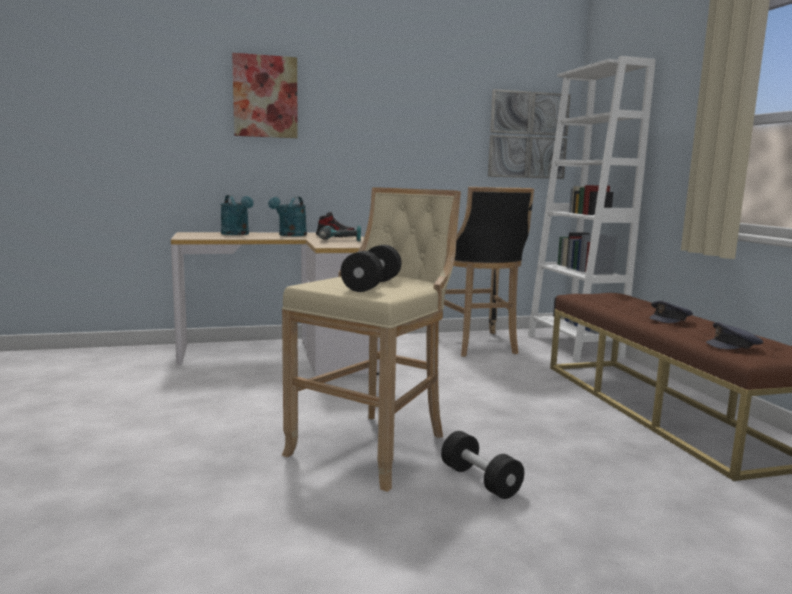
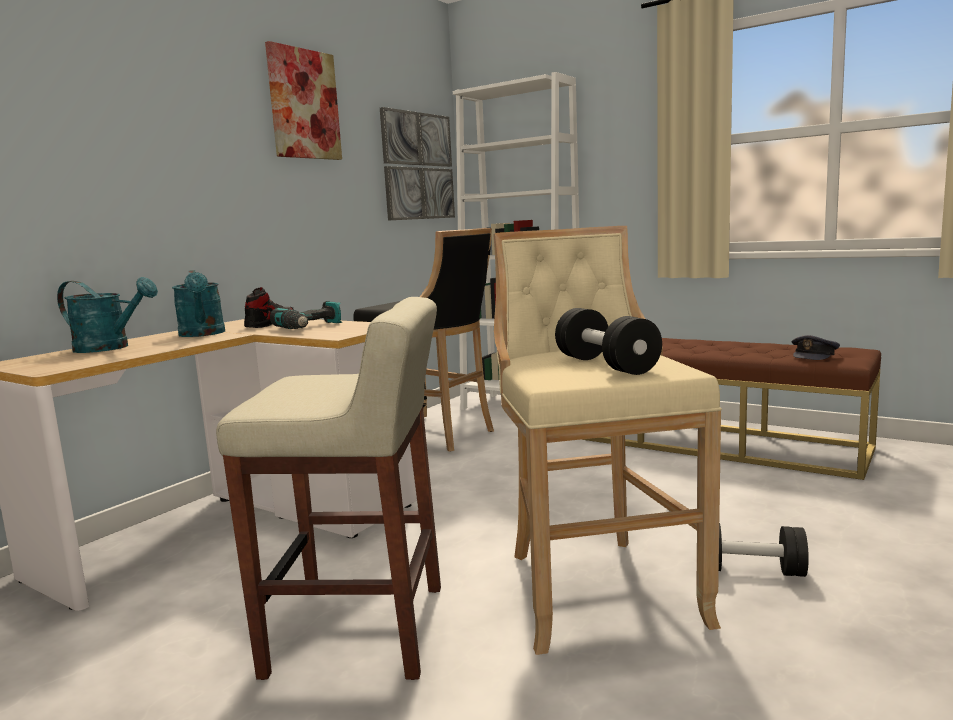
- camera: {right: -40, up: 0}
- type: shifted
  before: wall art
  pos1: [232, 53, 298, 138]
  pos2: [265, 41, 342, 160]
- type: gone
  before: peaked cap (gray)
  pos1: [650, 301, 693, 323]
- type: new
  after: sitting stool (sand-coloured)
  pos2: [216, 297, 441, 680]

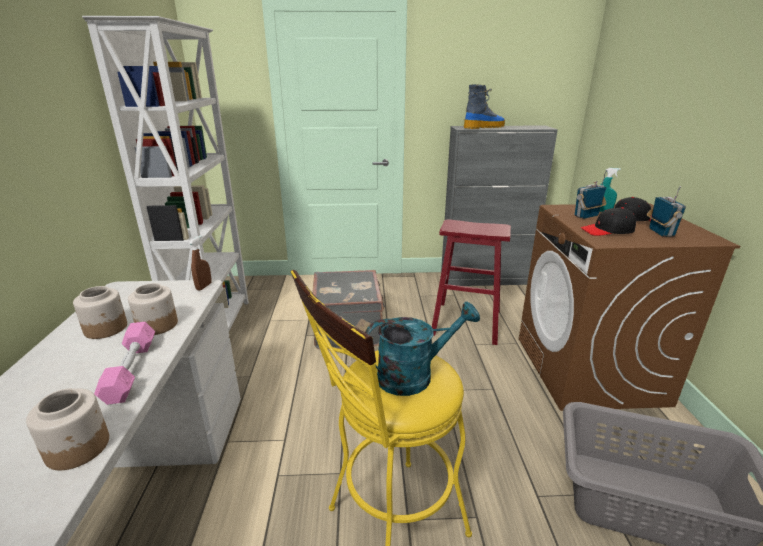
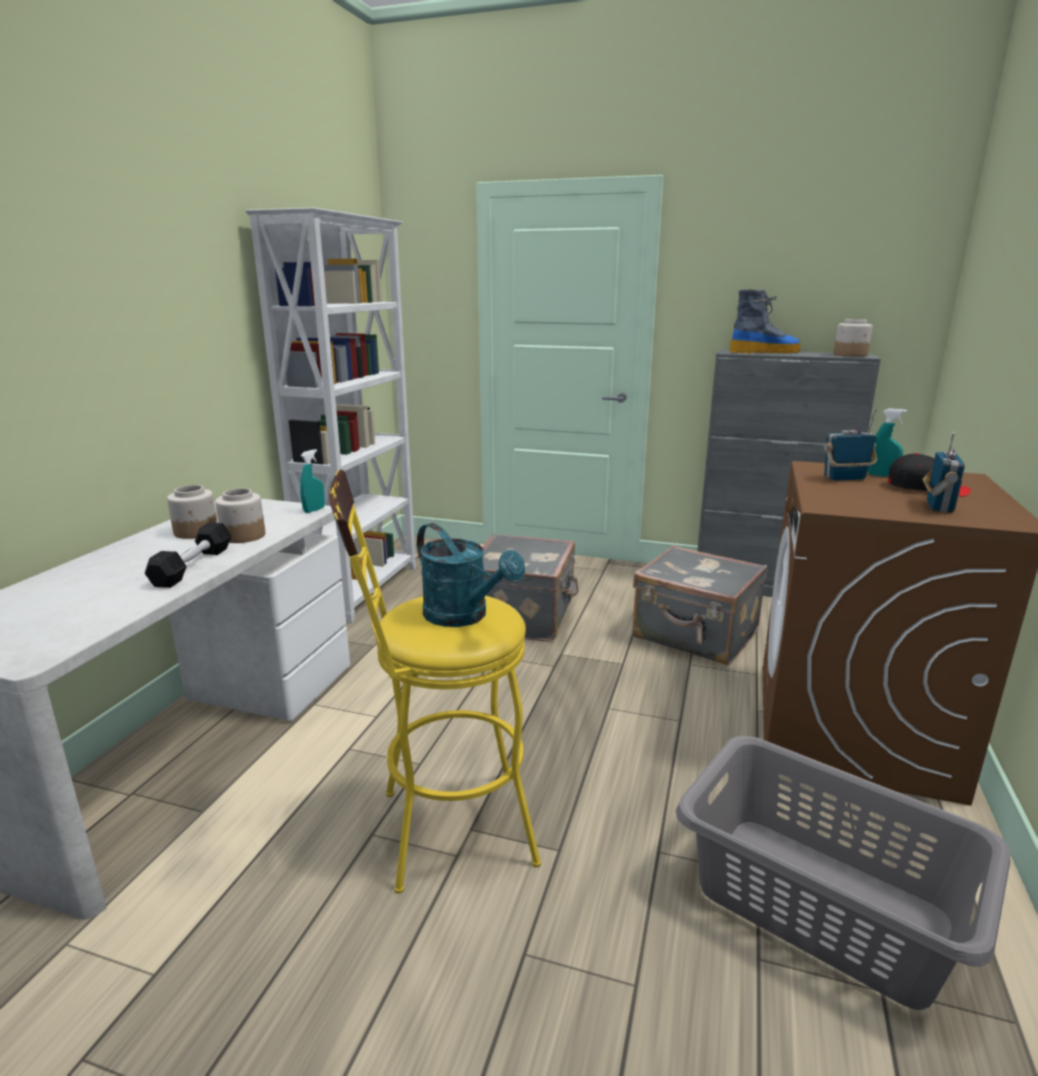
- camera: {right: 20, up: -5}
- type: gone
  before: peaked cap (black-coloured)
  pos1: [580, 207, 636, 236]
- type: swapped
  before: sitting stool (red)
  after: suitcase (gray)
  pos1: [432, 219, 511, 345]
  pos2: [633, 545, 767, 665]
- type: repainted
  before: hand sprayer (brown)
  after: hand sprayer (turquoise)
  pos1: [189, 236, 212, 291]
  pos2: [300, 449, 325, 513]
- type: rotated
  before: watering pot (turquoise)
  pos1: [365, 302, 480, 396]
  pos2: [417, 523, 525, 627]
  turn: 45
- type: repainted
  before: free weight (pink-coloured)
  after: free weight (black-coloured)
  pos1: [94, 322, 155, 405]
  pos2: [145, 522, 231, 588]
- type: shifted
  before: jar
  pos1: [26, 388, 109, 470]
  pos2: [834, 319, 872, 357]

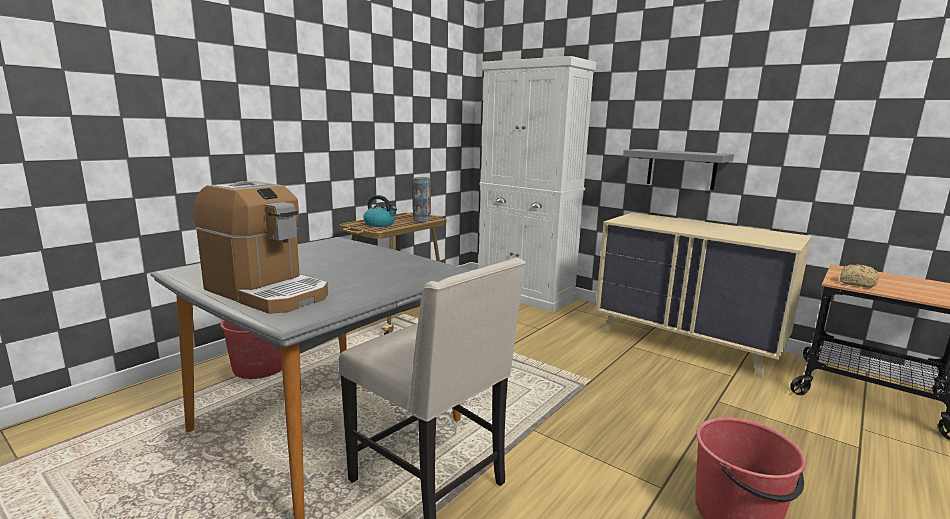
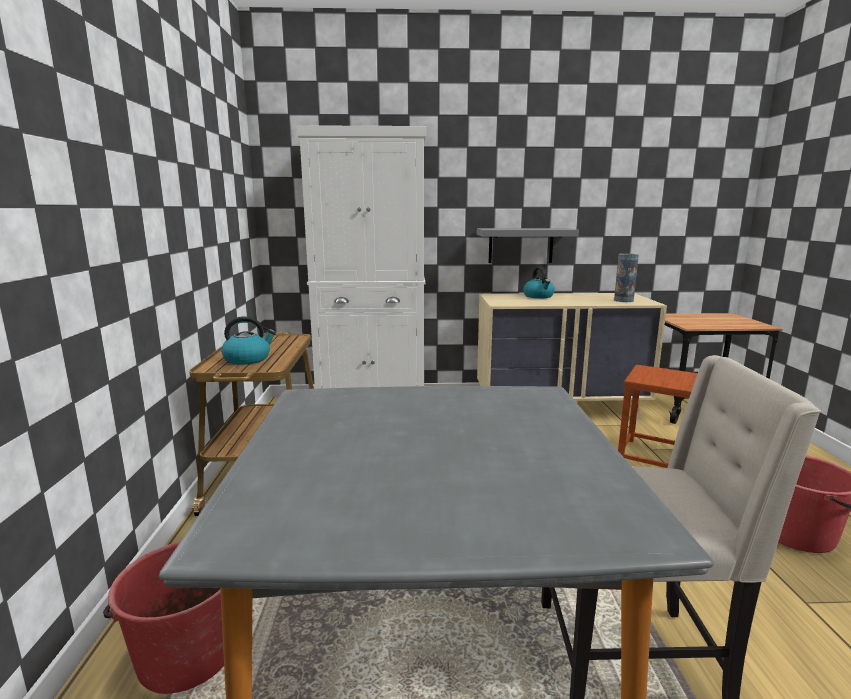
- camera: {right: -40, up: 0}
- type: shifted
  before: flower vase
  pos1: [413, 177, 430, 222]
  pos2: [614, 253, 639, 302]
- type: gone
  before: coffee machine
  pos1: [193, 181, 328, 314]
- type: gone
  before: baked bread
  pos1: [840, 264, 879, 288]
- type: new
  after: tea kettle
  pos2: [523, 267, 555, 298]
- type: new
  after: sitting stool (brown)
  pos2: [618, 365, 698, 468]

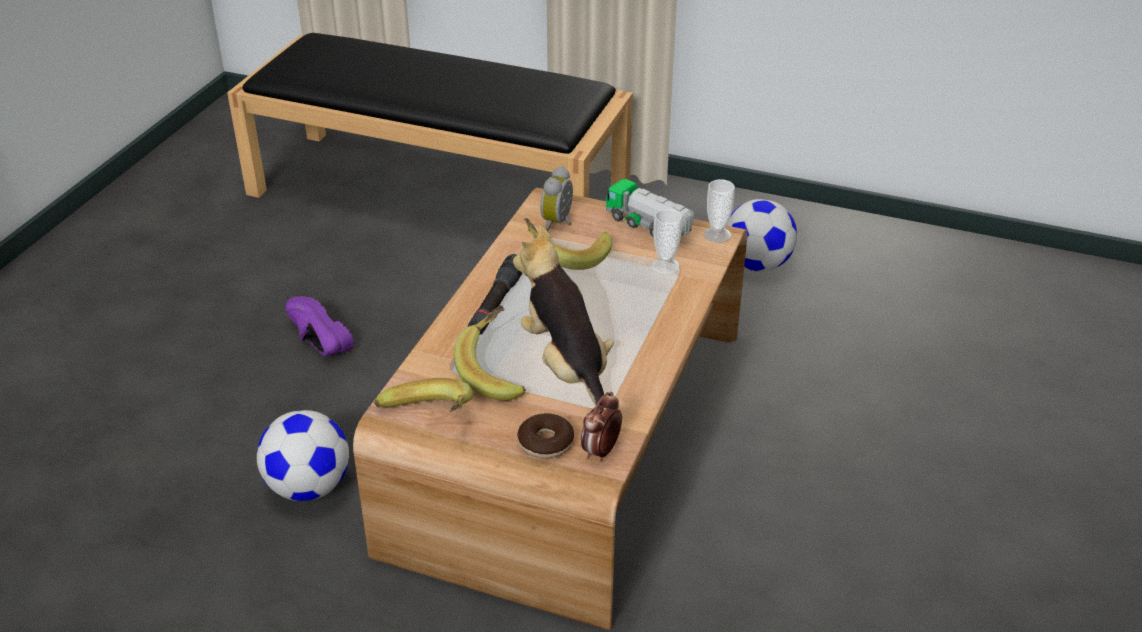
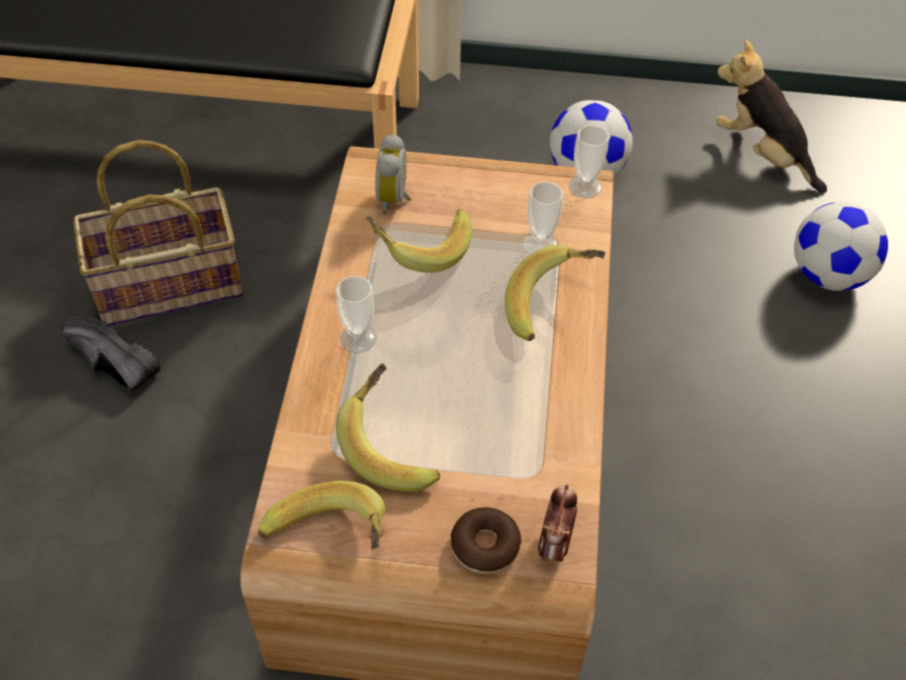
- camera: {right: -15, up: 15}
- type: gone
  before: toy lorry
  pos1: [606, 179, 695, 238]
- type: shifted
  before: cuddly toy
  pos1: [513, 225, 614, 405]
  pos2: [716, 39, 827, 193]
- type: swapped
  before: flashlight (black-coloured)
  after: drinking cup
  pos1: [468, 254, 522, 335]
  pos2: [336, 276, 377, 353]
- type: repainted
  before: item of footwear (purplish)
  after: item of footwear (black-coloured)
  pos1: [285, 296, 354, 356]
  pos2: [62, 316, 161, 392]
- type: shifted
  before: ball for football
  pos1: [257, 410, 349, 501]
  pos2: [794, 201, 888, 291]
- type: new
  after: storage basket
  pos2: [73, 140, 243, 326]
- type: new
  after: banana fruit
  pos2: [505, 245, 605, 341]

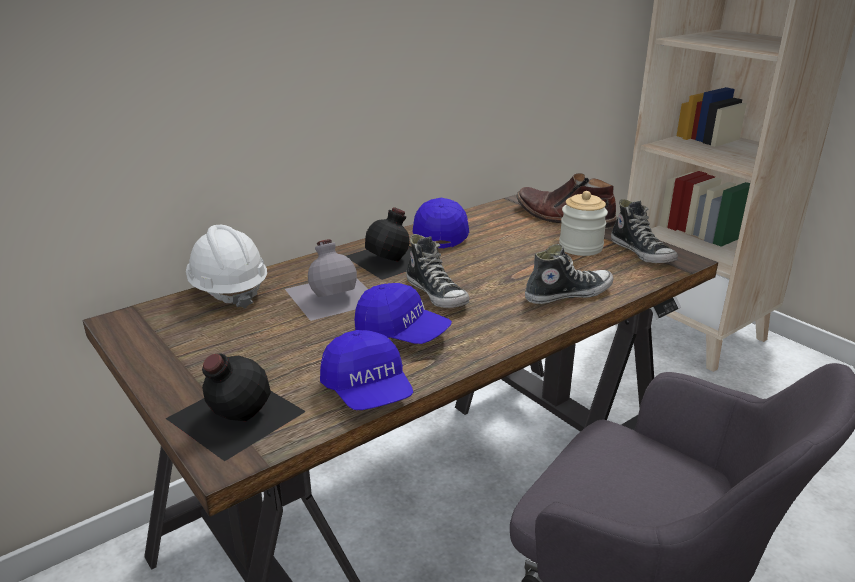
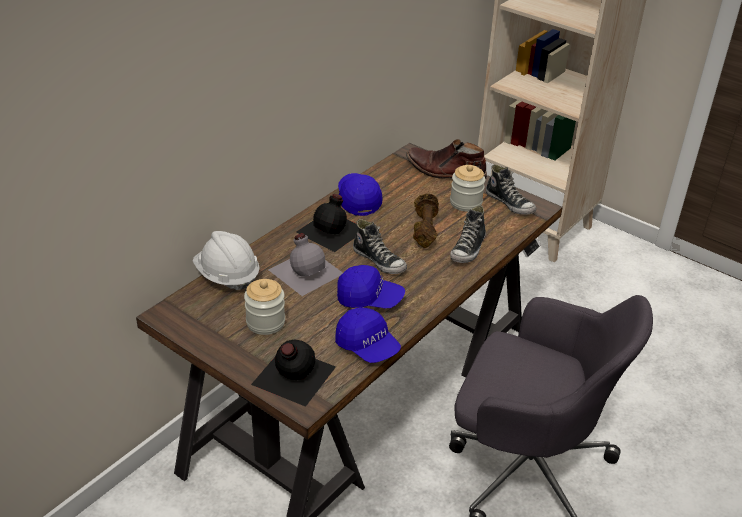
- camera: {right: -15, up: 10}
- type: rotated
  before: item of footwear
  pos1: [525, 244, 614, 304]
  pos2: [450, 205, 486, 263]
  turn: 150
- type: new
  after: free weight (brown)
  pos2: [413, 194, 439, 248]
- type: new
  after: jar
  pos2: [244, 279, 285, 335]

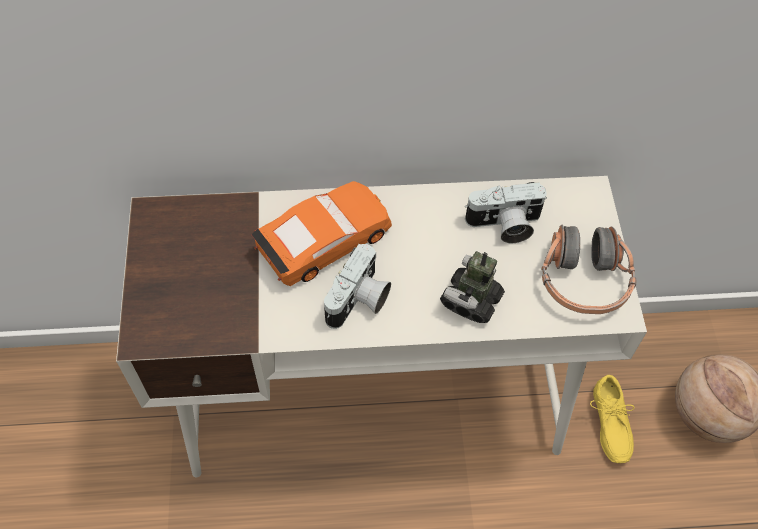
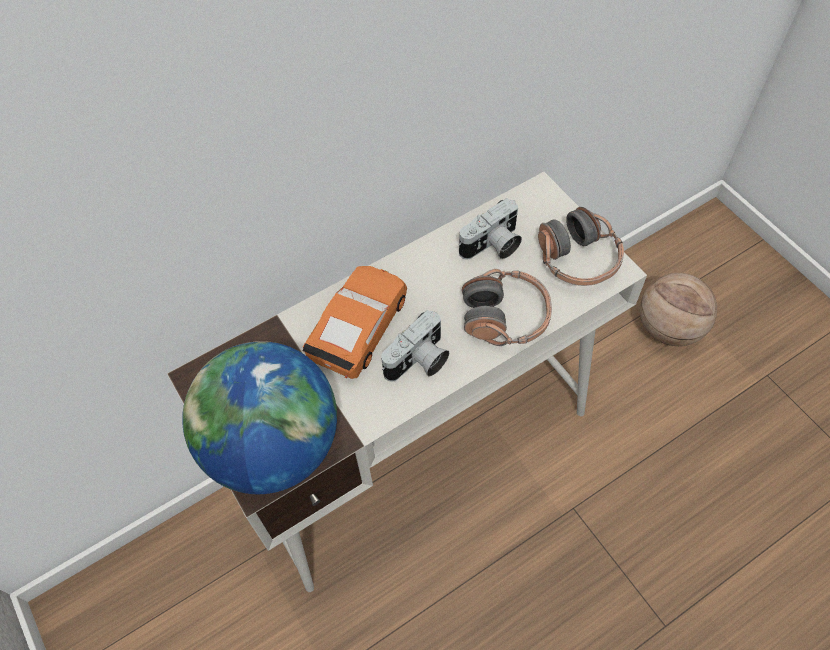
- camera: {right: -25, up: 0}
- type: rotated
  before: photo camera
  pos1: [324, 244, 391, 329]
  pos2: [381, 310, 449, 381]
  turn: 45
- type: swapped
  before: robot figure
  after: headphones
  pos1: [440, 251, 505, 323]
  pos2: [462, 269, 552, 346]
- type: gone
  before: item of footwear (yellow-coloured)
  pos1: [590, 375, 635, 464]
- type: new
  after: world globe
  pos2: [182, 341, 337, 494]

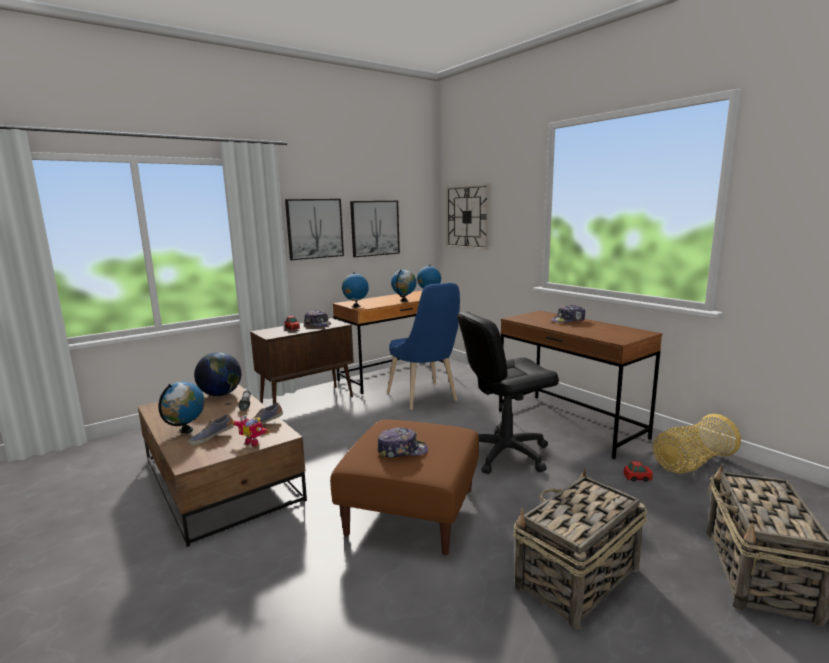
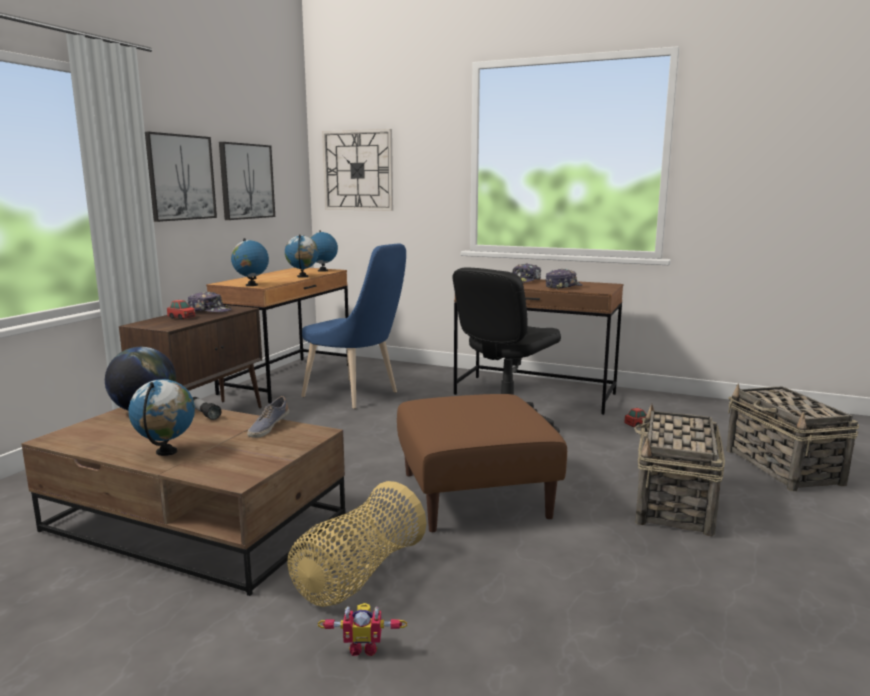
- camera: {right: -30, up: 0}
- type: gone
  before: item of footwear
  pos1: [188, 414, 234, 445]
- type: shifted
  before: storage basket
  pos1: [653, 414, 741, 473]
  pos2: [287, 481, 427, 607]
- type: shifted
  before: robot figure
  pos1: [232, 415, 269, 446]
  pos2: [317, 603, 407, 656]
- type: shifted
  before: peaked cap
  pos1: [377, 428, 428, 458]
  pos2: [546, 269, 582, 290]

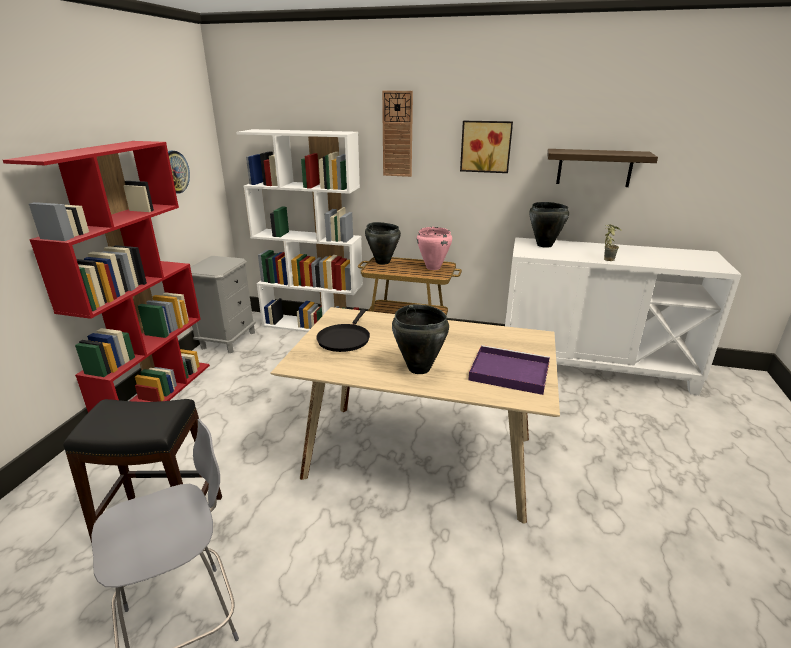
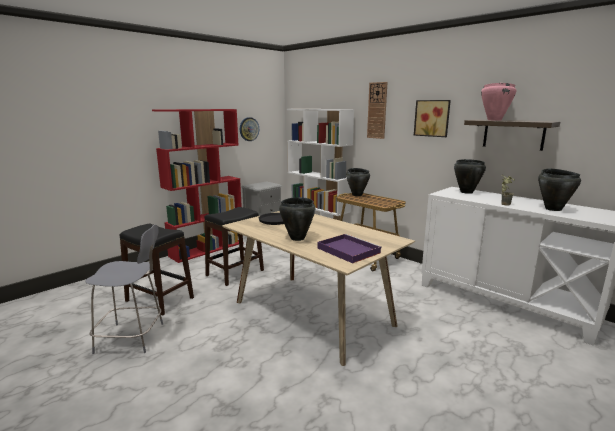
- camera: {right: 30, up: -10}
- type: shifted
  before: stockpot (pink-coloured)
  pos1: [417, 227, 452, 270]
  pos2: [481, 83, 516, 120]
- type: new
  after: stockpot (black-coloured)
  pos2: [538, 169, 581, 211]
- type: new
  after: sitting stool (black-coloured)
  pos2: [204, 207, 264, 286]

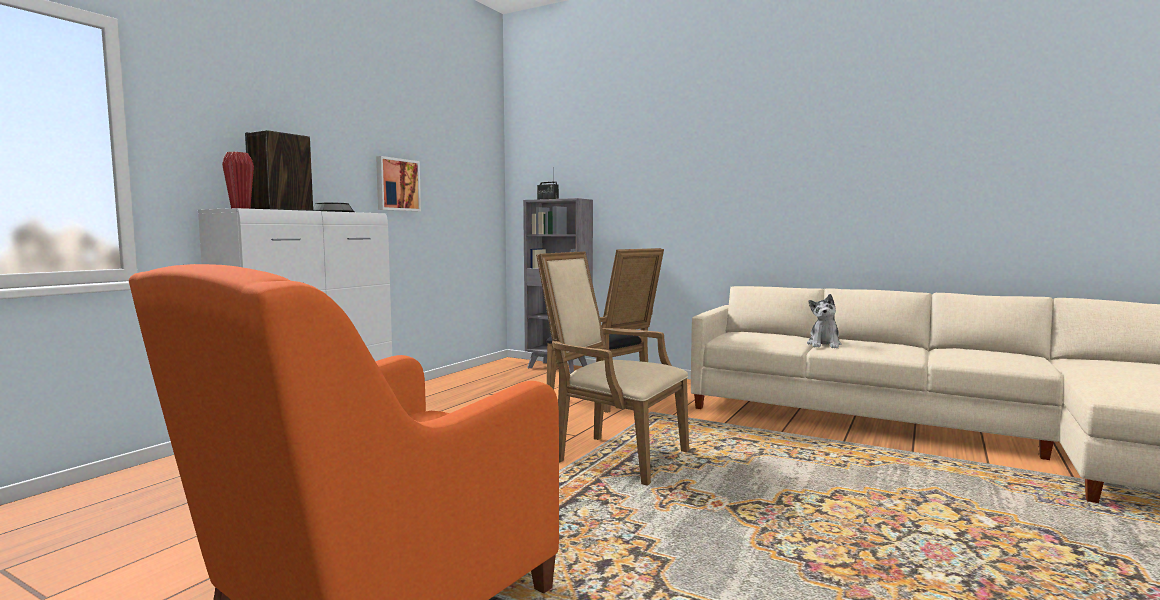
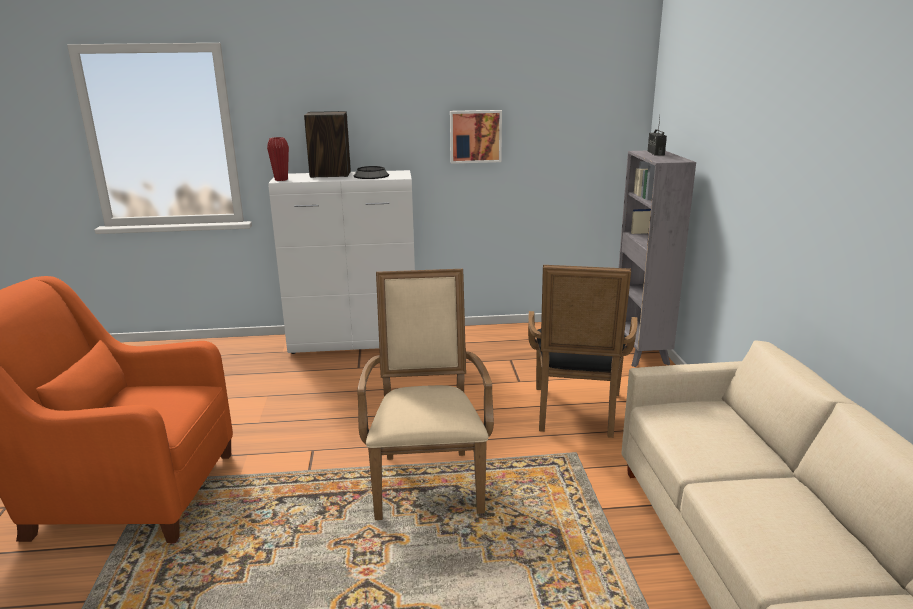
- camera: {right: 55, up: 15}
- type: gone
  before: cuddly toy
  pos1: [807, 294, 842, 348]

